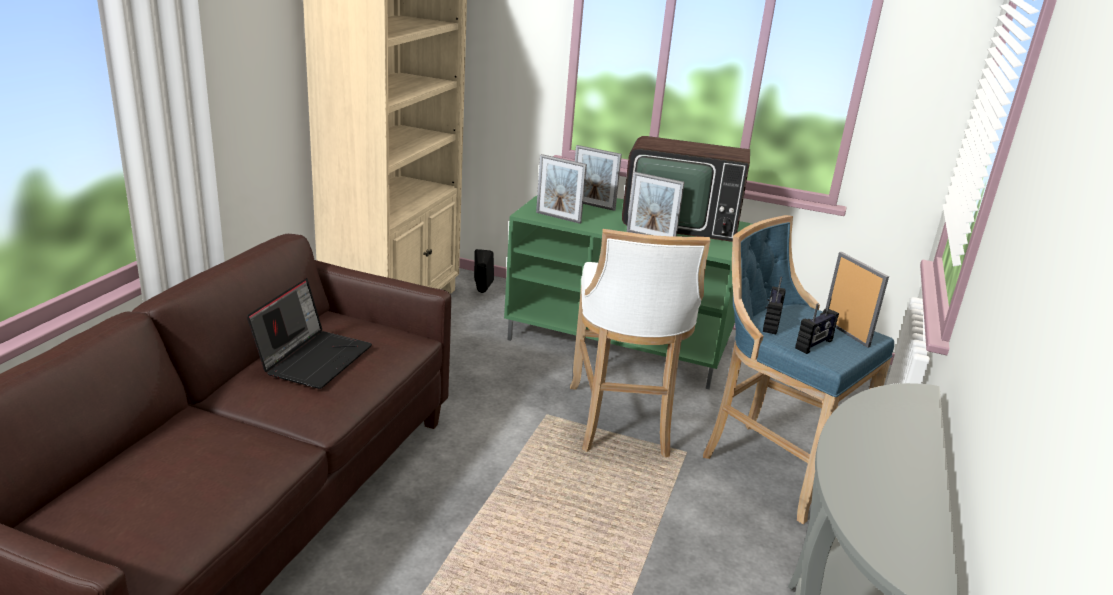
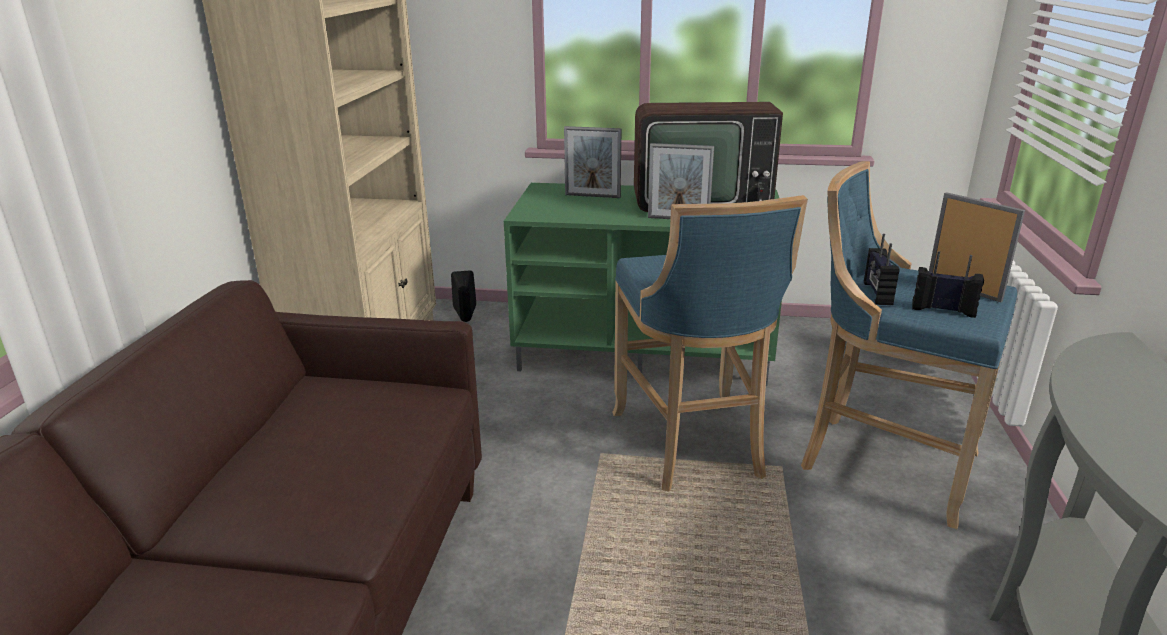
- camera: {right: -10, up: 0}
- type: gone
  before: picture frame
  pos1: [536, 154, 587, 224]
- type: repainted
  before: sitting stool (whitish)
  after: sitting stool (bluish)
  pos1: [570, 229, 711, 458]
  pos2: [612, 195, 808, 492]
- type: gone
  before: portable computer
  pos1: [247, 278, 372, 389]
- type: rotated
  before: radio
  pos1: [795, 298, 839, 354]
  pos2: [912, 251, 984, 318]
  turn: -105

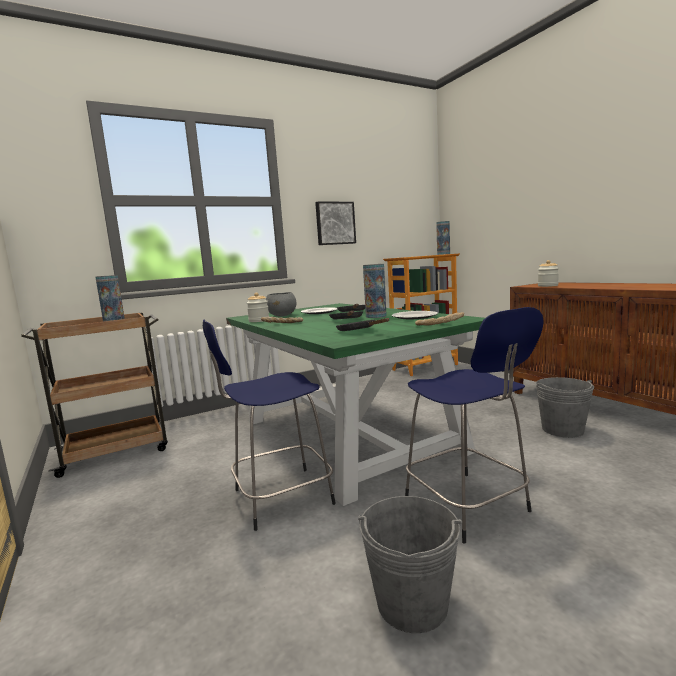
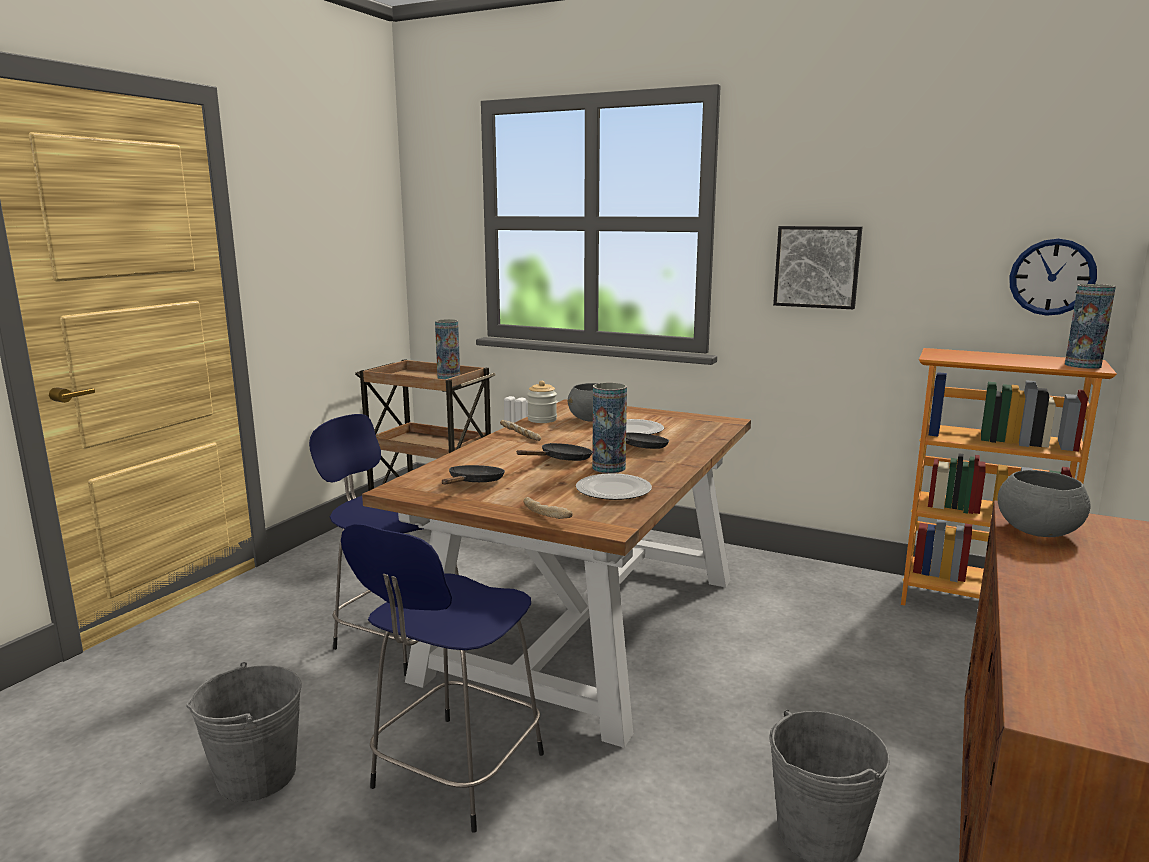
- camera: {right: 55, up: 5}
- type: swapped
  before: jar
  after: deep dish (gray)
  pos1: [538, 260, 559, 287]
  pos2: [997, 470, 1091, 537]
- type: repainted
  before: dining table (green)
  after: dining table (brown)
  pos1: [226, 303, 485, 506]
  pos2: [362, 399, 751, 748]
- type: new
  after: clock on the wall
  pos2: [1009, 239, 1097, 316]

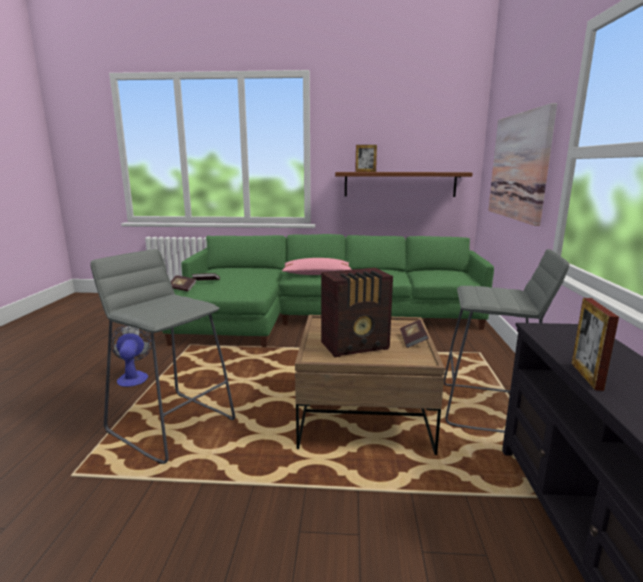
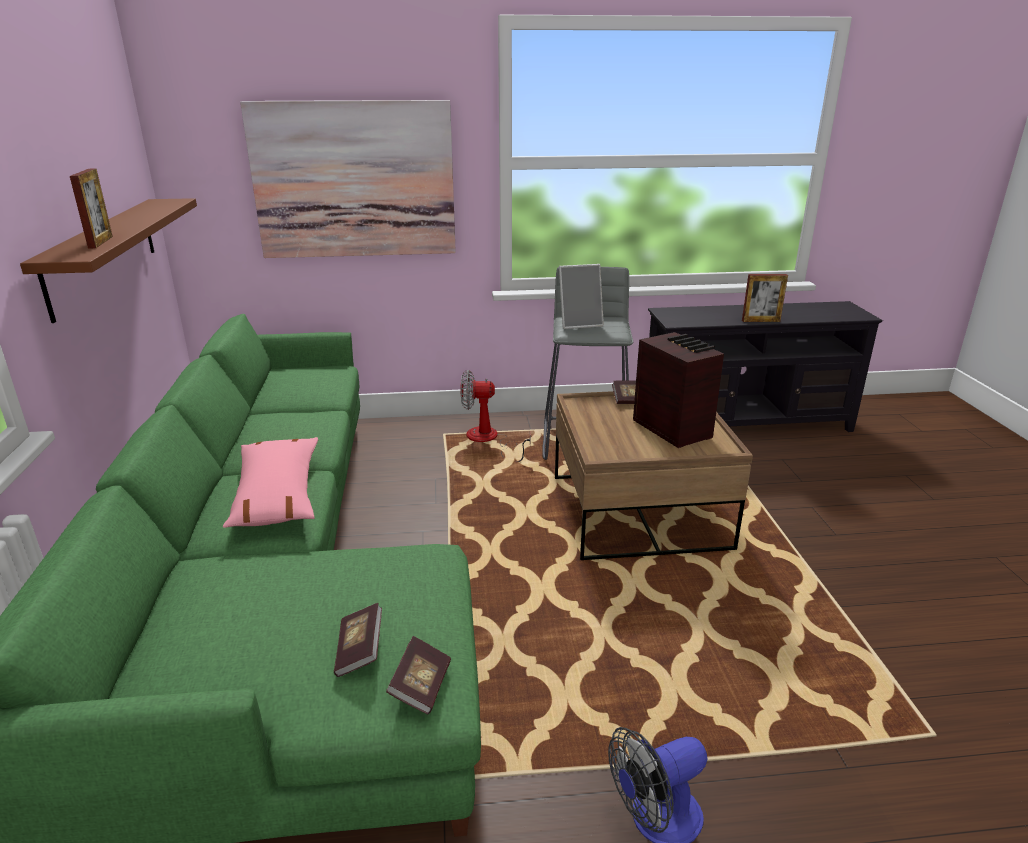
- camera: {right: -100, up: 10}
- type: gone
  before: sitting stool (gray)
  pos1: [90, 249, 235, 464]
- type: new
  after: picture frame
  pos2: [559, 264, 604, 329]
- type: new
  after: electric fan
  pos2: [460, 370, 530, 462]

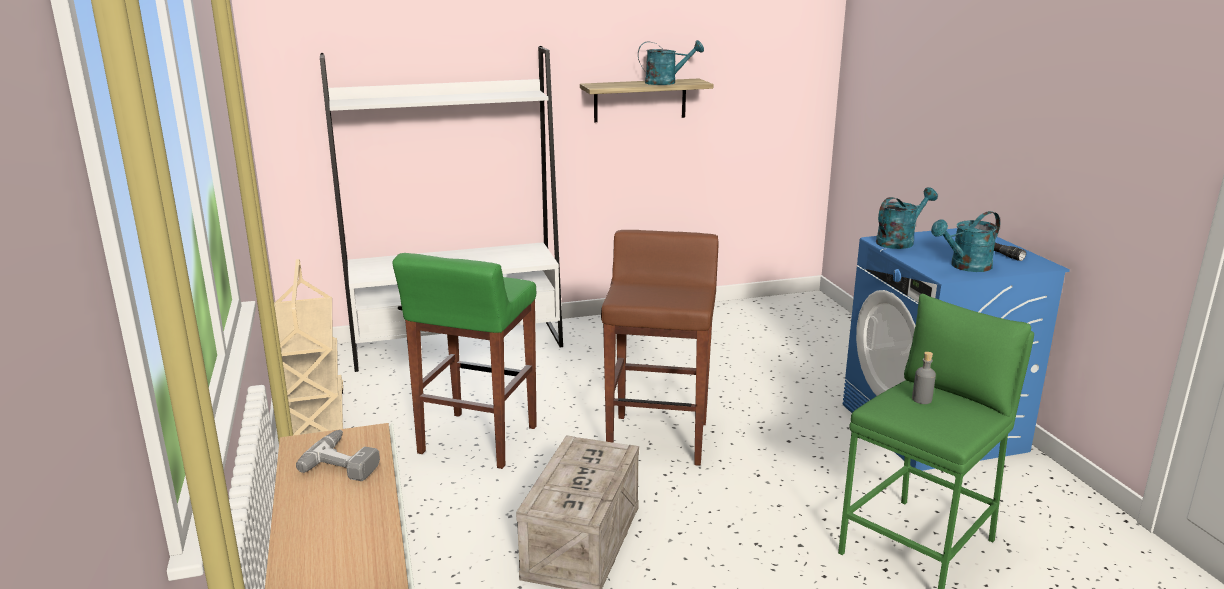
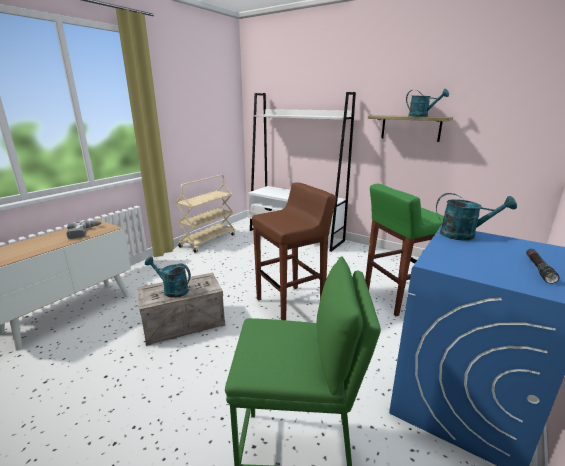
- camera: {right: 50, up: 0}
- type: shifted
  before: watering pot (turquoise)
  pos1: [931, 211, 1000, 272]
  pos2: [145, 257, 191, 298]
- type: shifted
  before: sitting stool (green)
  pos1: [392, 253, 537, 469]
  pos2: [365, 184, 444, 316]
- type: gone
  before: beverage bottle (gray)
  pos1: [912, 352, 936, 404]

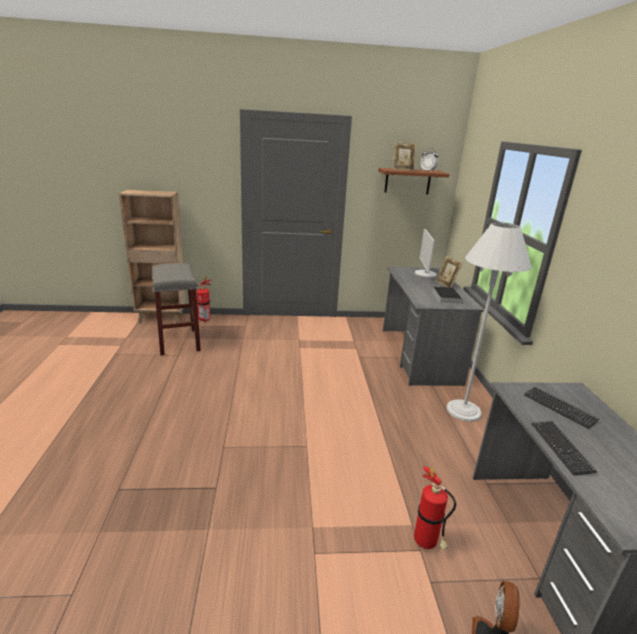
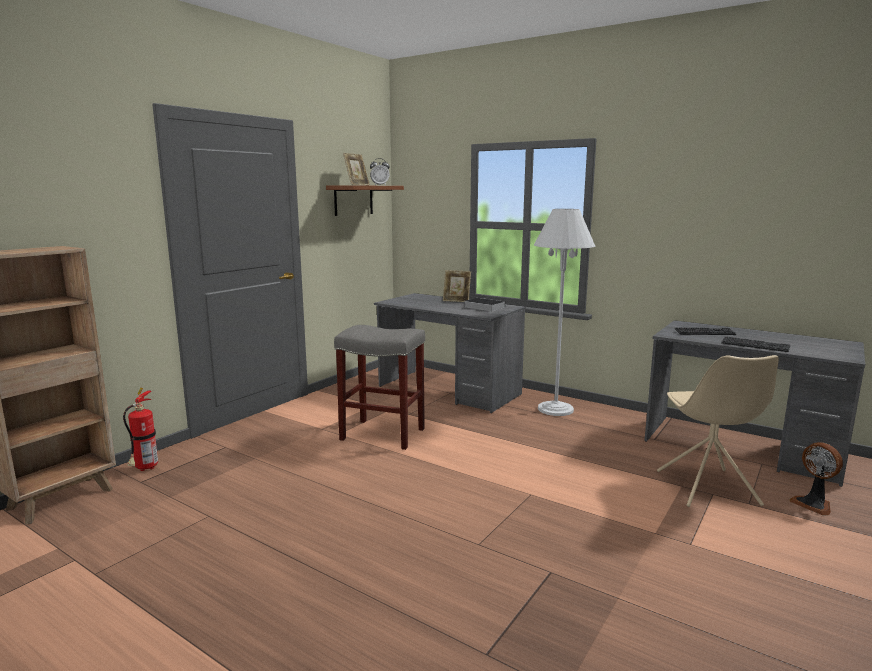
- camera: {right: -50, up: -10}
- type: gone
  before: monitor
  pos1: [415, 228, 437, 278]
- type: shifted
  before: sitting stool (gray)
  pos1: [152, 263, 201, 355]
  pos2: [334, 325, 425, 450]
- type: swapped
  before: fire extinguisher
  after: upright chair (sand-coloured)
  pos1: [414, 466, 456, 550]
  pos2: [657, 355, 779, 507]

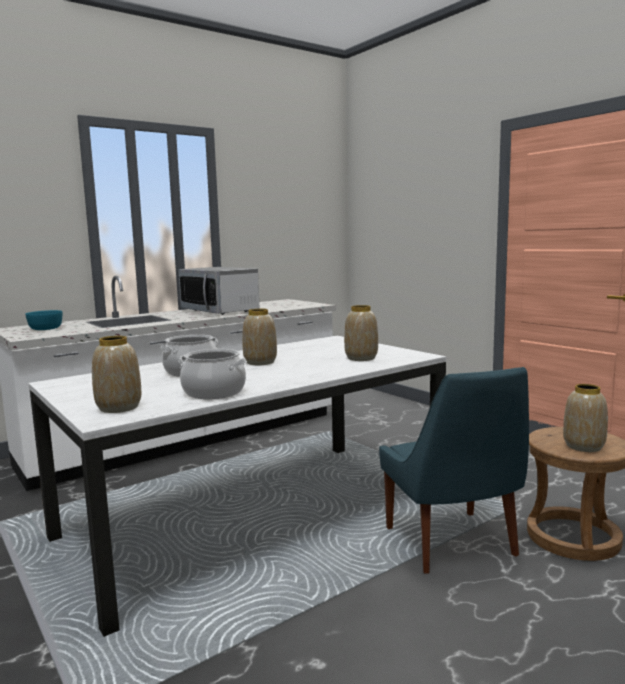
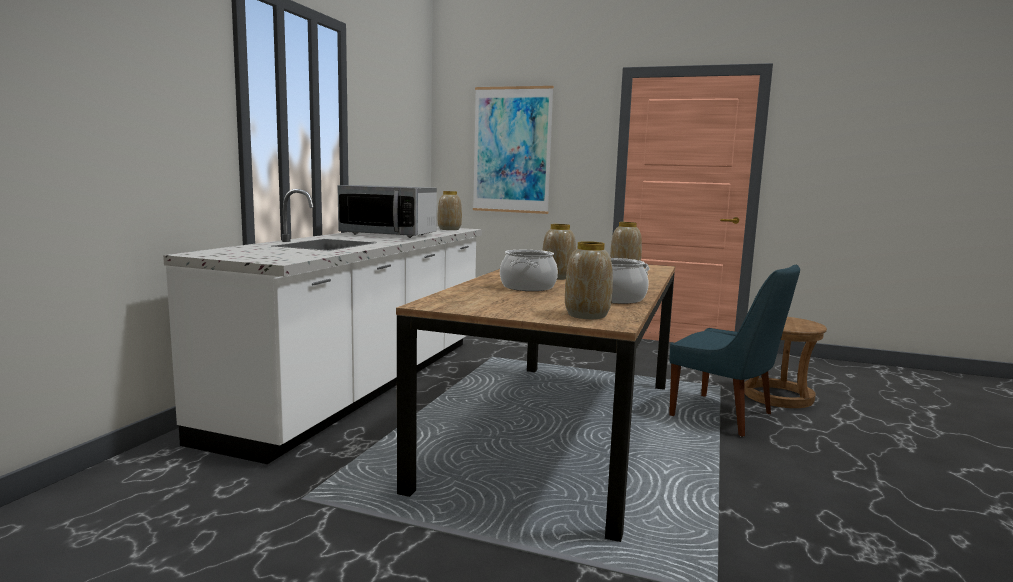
- camera: {right: -35, up: 0}
- type: gone
  before: deep dish (turquoise)
  pos1: [25, 310, 62, 330]
- type: repainted
  before: dining table (whitish)
  after: dining table (brown)
  pos1: [28, 336, 447, 637]
  pos2: [396, 265, 675, 542]
- type: shifted
  before: flower vase
  pos1: [563, 384, 608, 452]
  pos2: [438, 191, 462, 230]
- type: new
  after: wall art
  pos2: [473, 86, 554, 214]

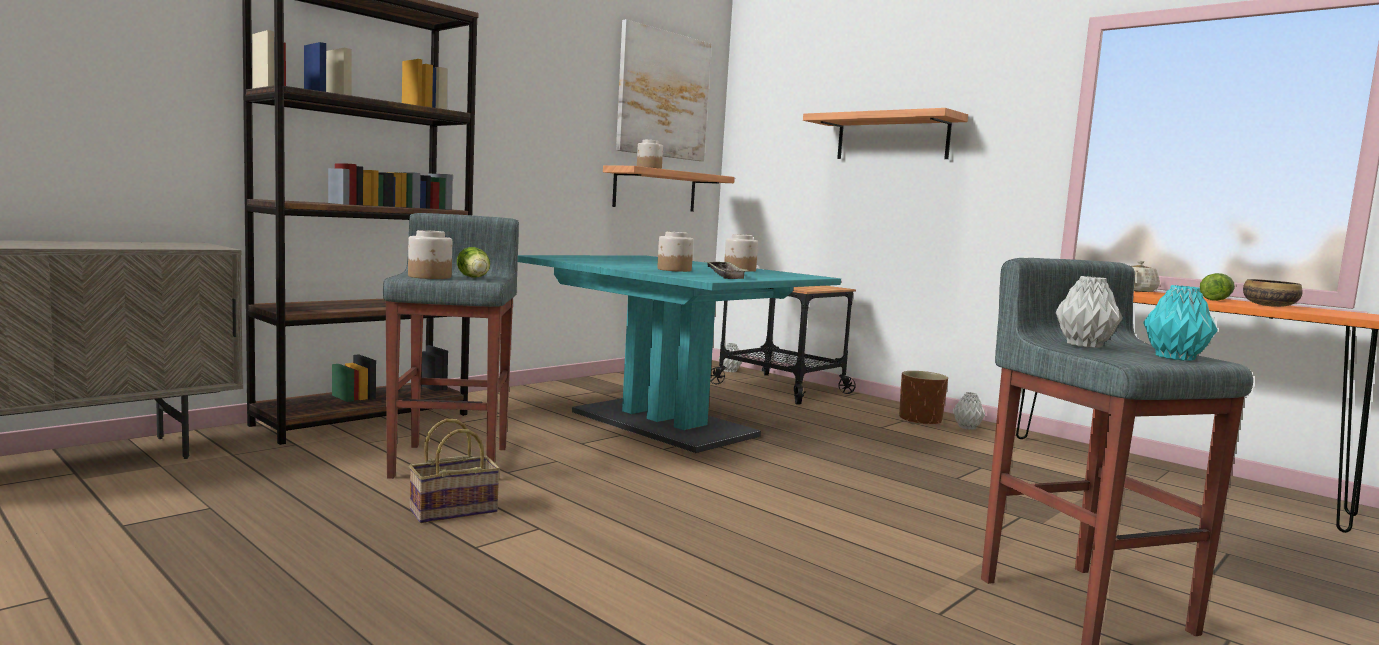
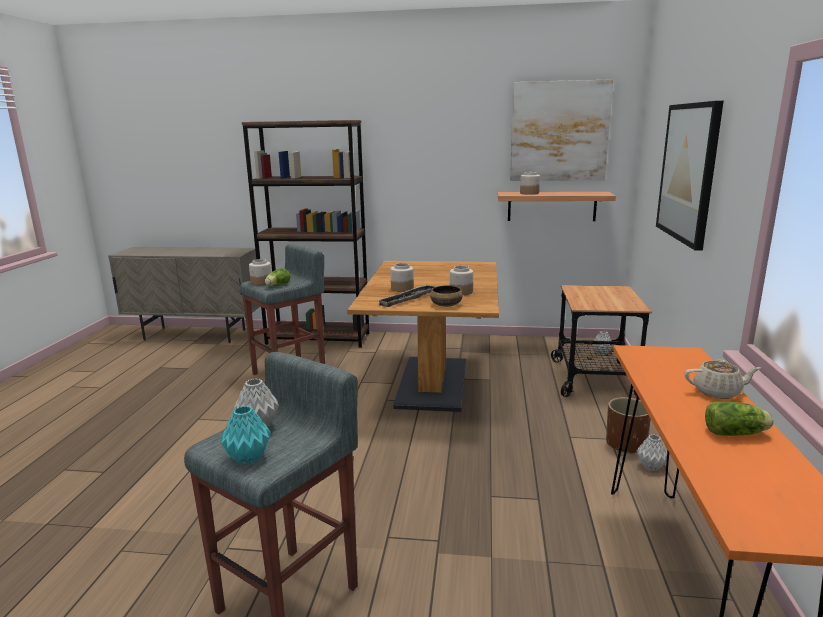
- camera: {right: 55, up: 10}
- type: swapped
  before: shelf
  after: wall art
  pos1: [803, 108, 968, 159]
  pos2: [656, 101, 724, 251]
- type: repainted
  before: dining table (turquoise)
  after: dining table (brown)
  pos1: [518, 255, 841, 453]
  pos2: [347, 261, 499, 412]
- type: shifted
  before: deep dish
  pos1: [1243, 279, 1303, 307]
  pos2: [430, 286, 462, 307]
- type: gone
  before: storage basket
  pos1: [409, 419, 500, 523]

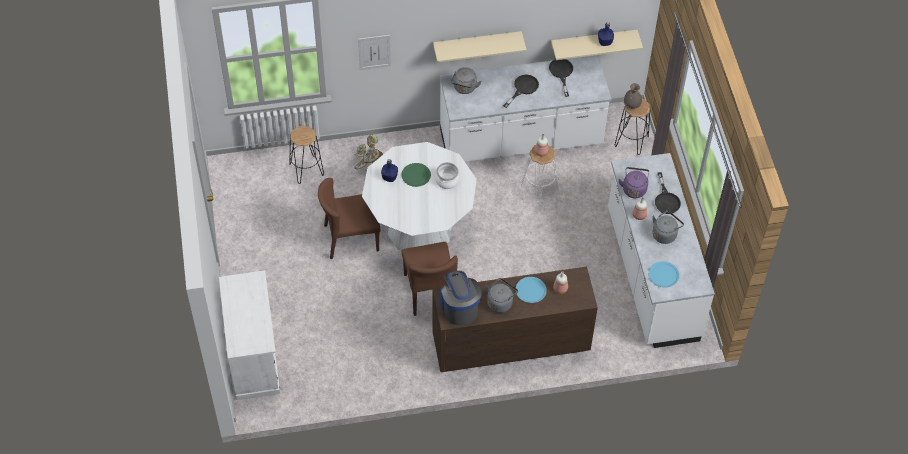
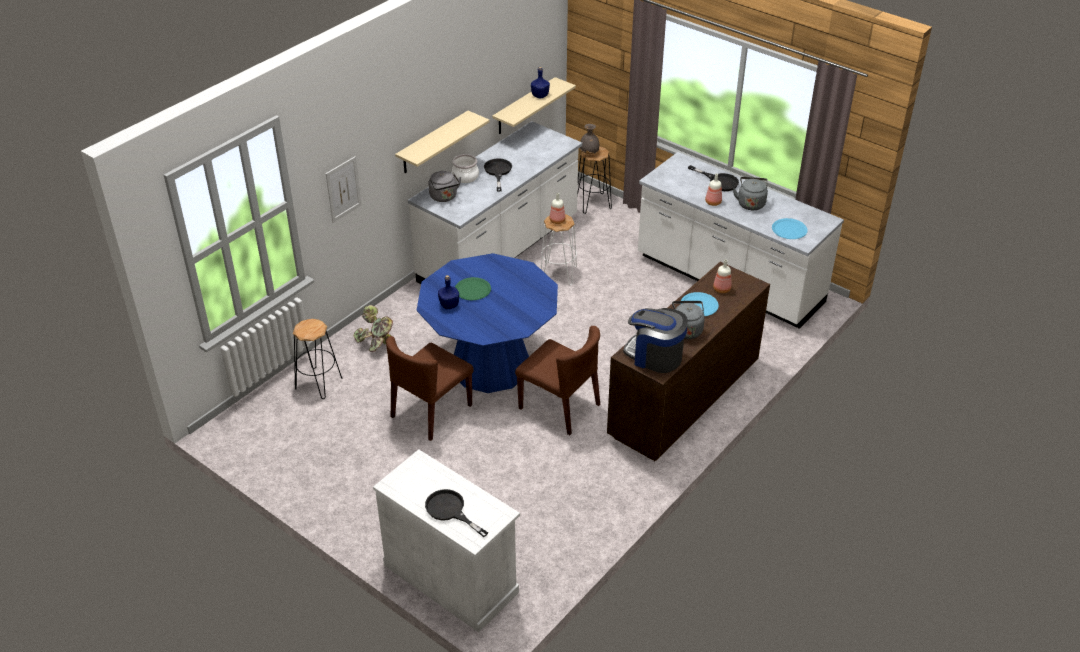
- camera: {right: -40, up: -15}
- type: shifted
  before: frying pan (black-coloured)
  pos1: [549, 59, 573, 97]
  pos2: [425, 489, 488, 537]
- type: repainted
  before: dining table (whitish)
  after: dining table (bluish)
  pos1: [362, 142, 477, 251]
  pos2: [417, 253, 558, 393]
- type: shifted
  before: stockpot
  pos1: [435, 162, 459, 189]
  pos2: [452, 154, 479, 183]
- type: gone
  before: tea kettle (purplish)
  pos1: [618, 167, 649, 198]

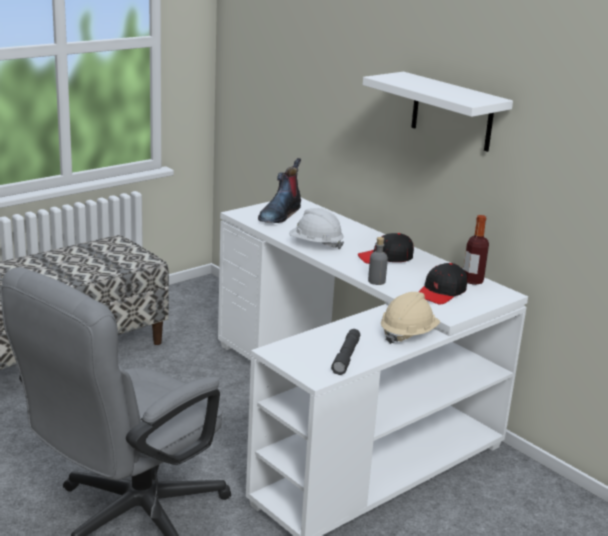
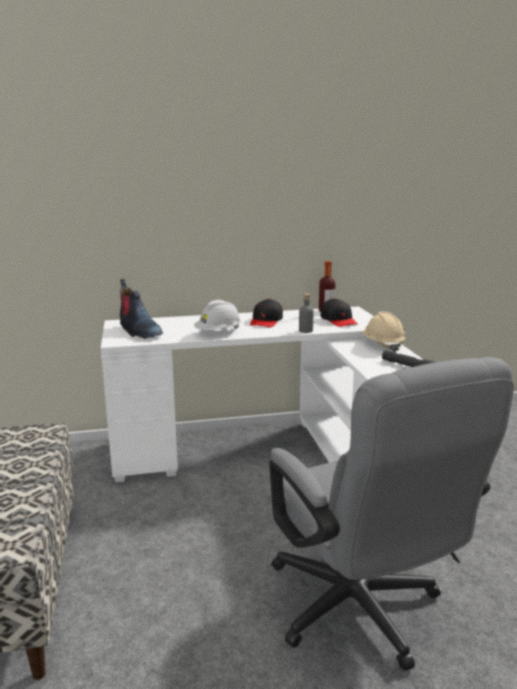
- camera: {right: -60, up: -5}
- type: gone
  before: shelf (whitish)
  pos1: [363, 72, 513, 152]

